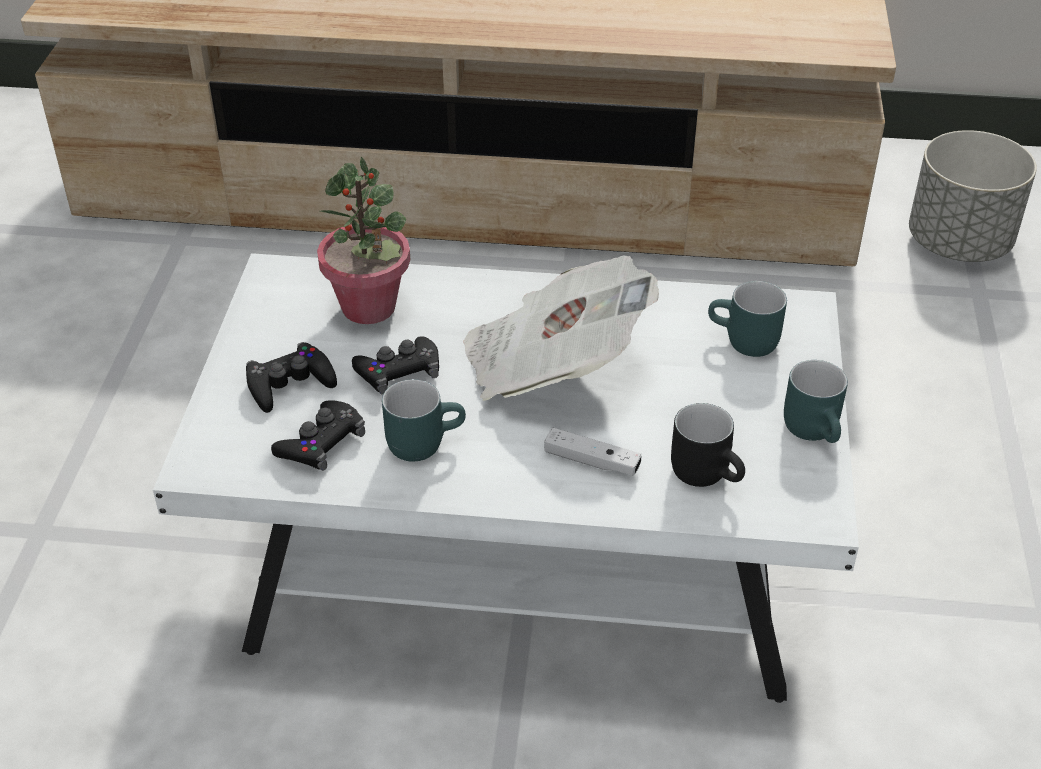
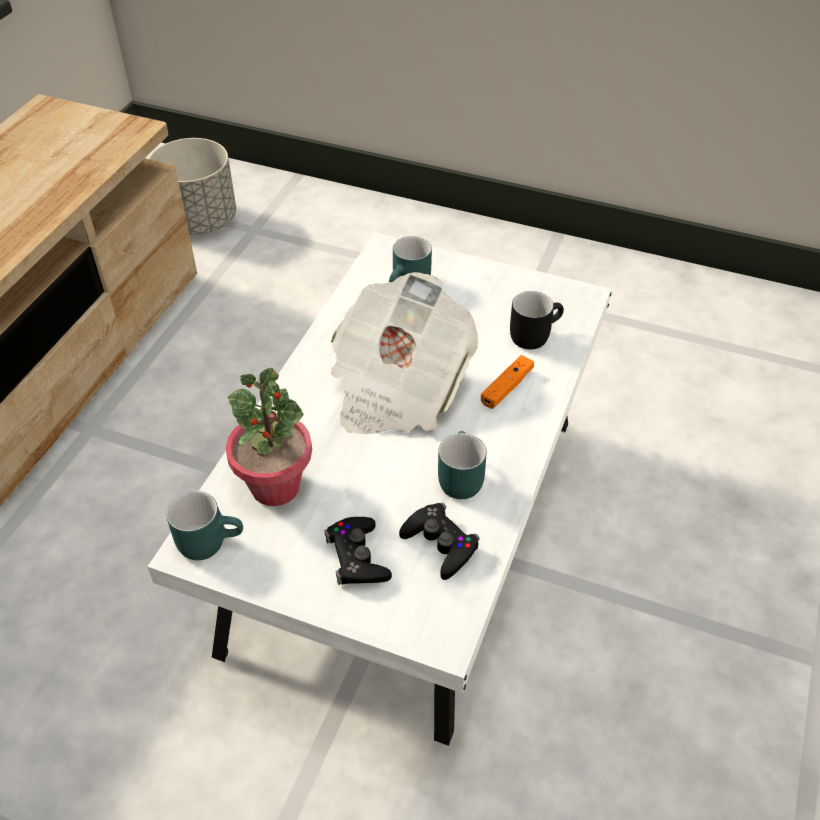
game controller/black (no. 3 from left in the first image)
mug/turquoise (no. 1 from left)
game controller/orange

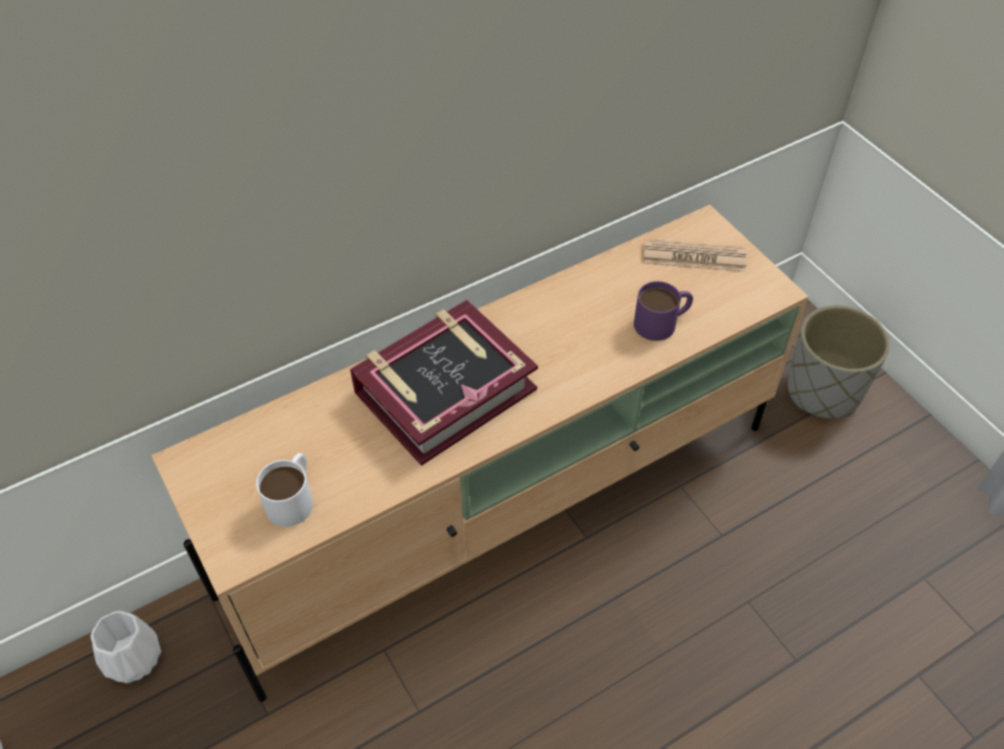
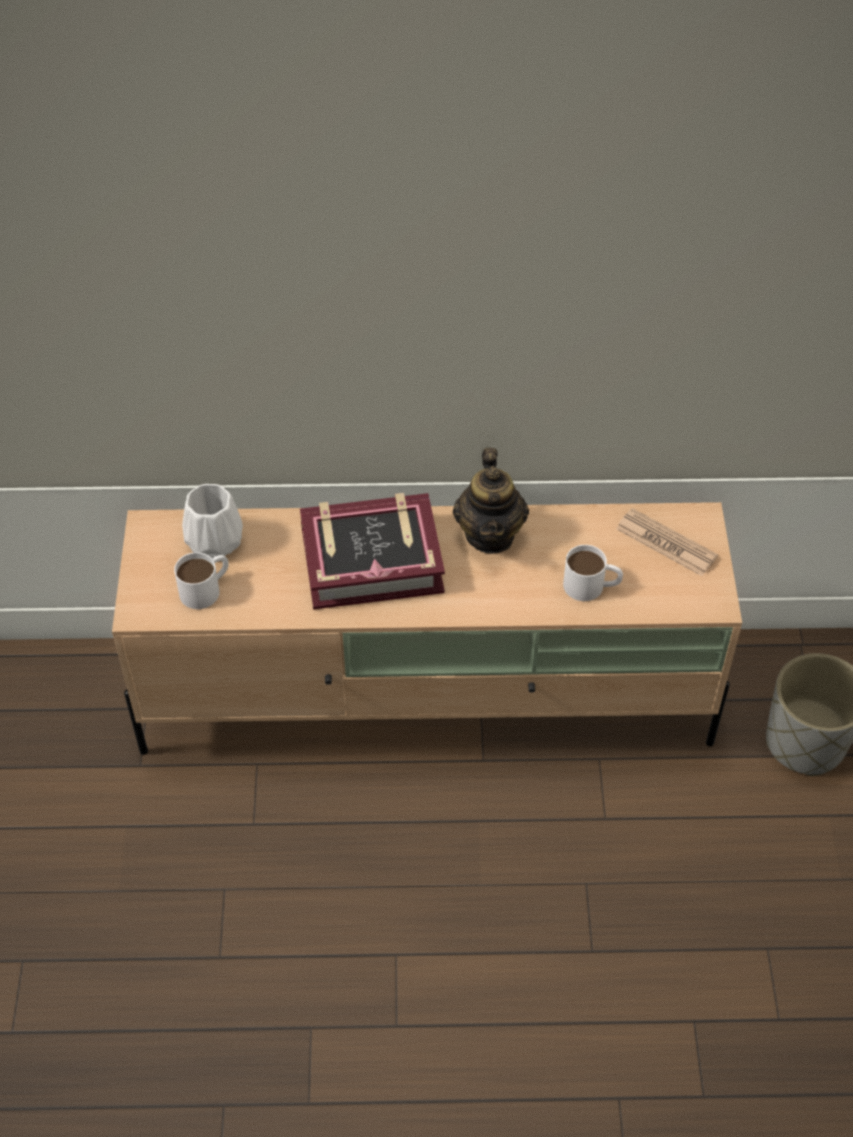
mug/white (no. 2 from left)
vase/white
teapot

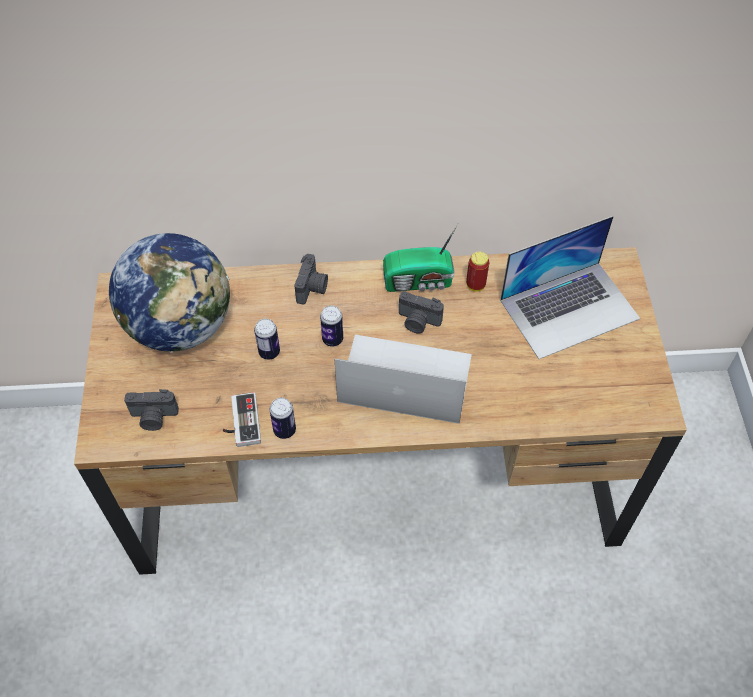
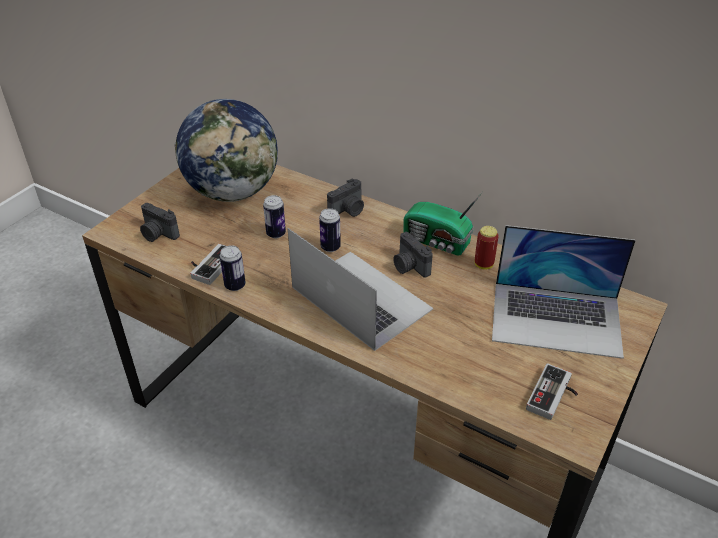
game controller (no. 2 from left)

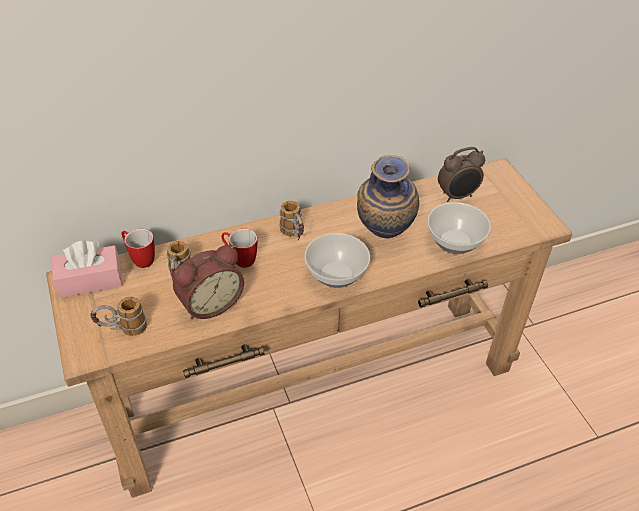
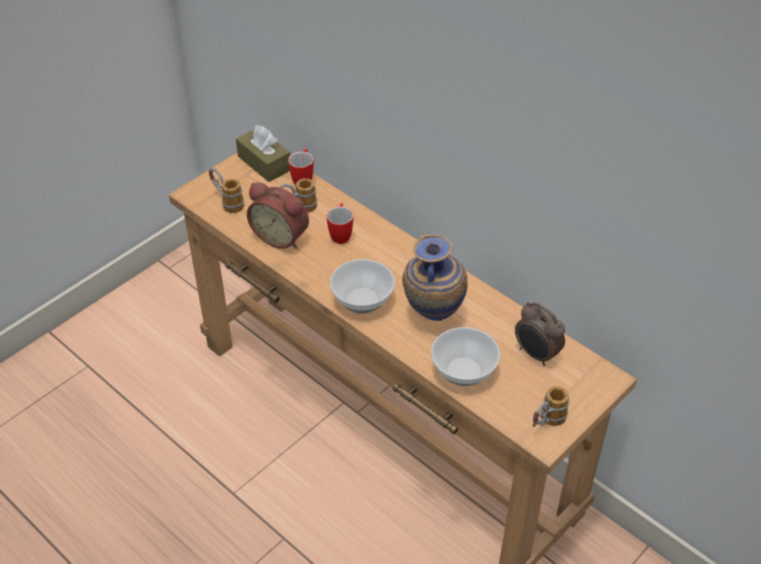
mug (no. 5 from left)
tissue box/brown

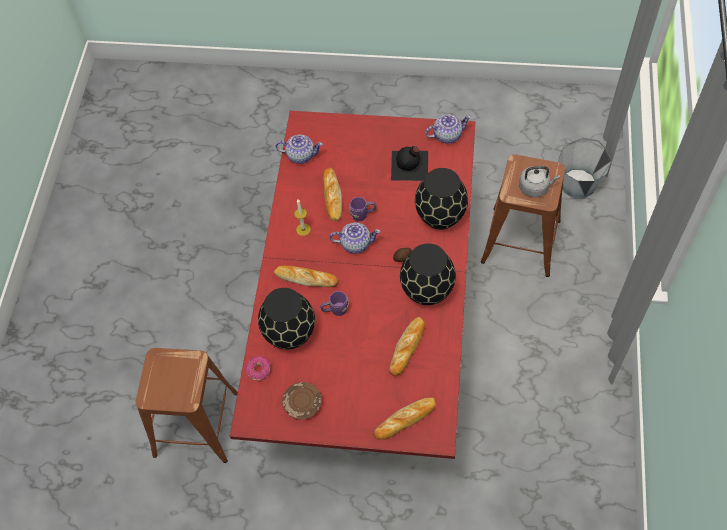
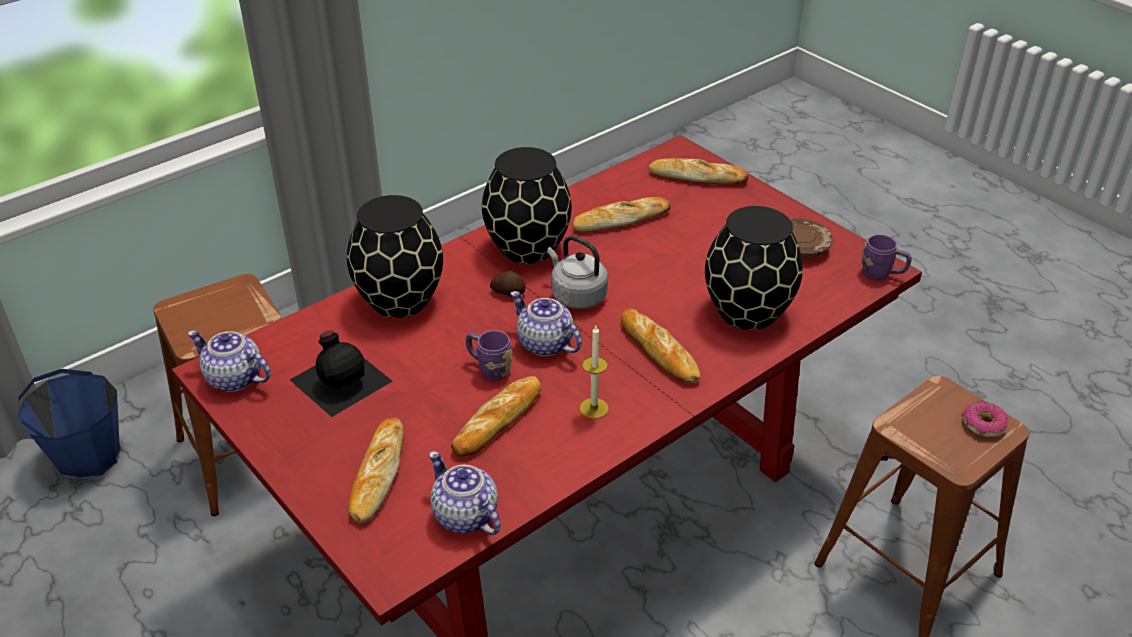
bucket/blue
kettle/grey
mug/purple (no. 2 from left)
donut
bread (no. 1 from left)

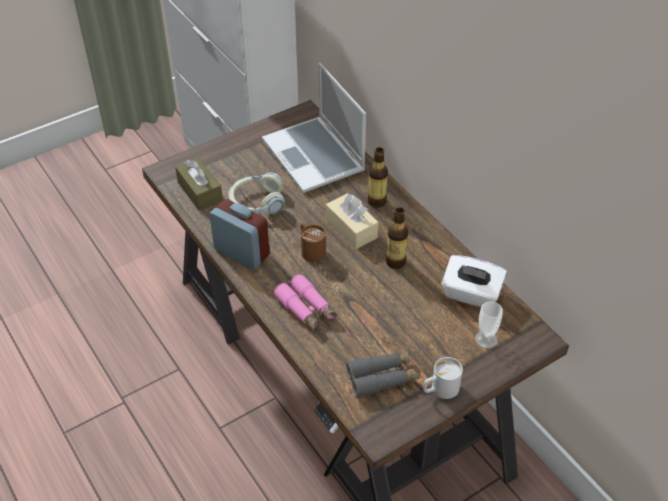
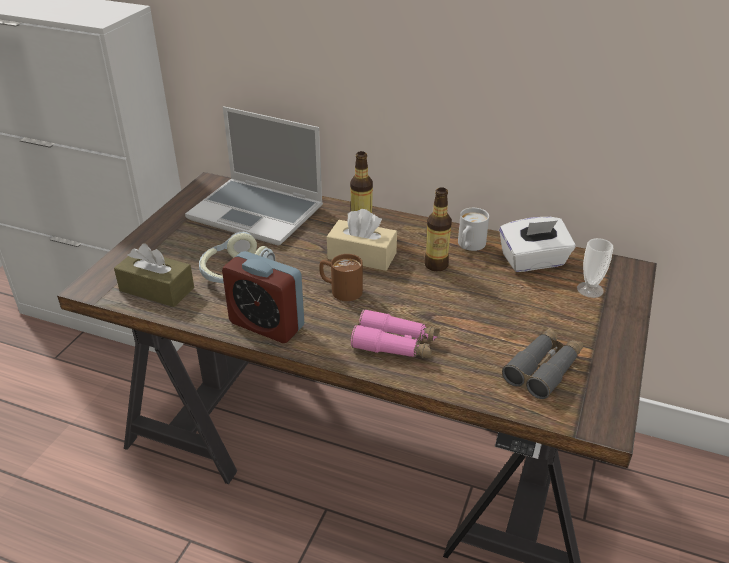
alarm clock
mug/white

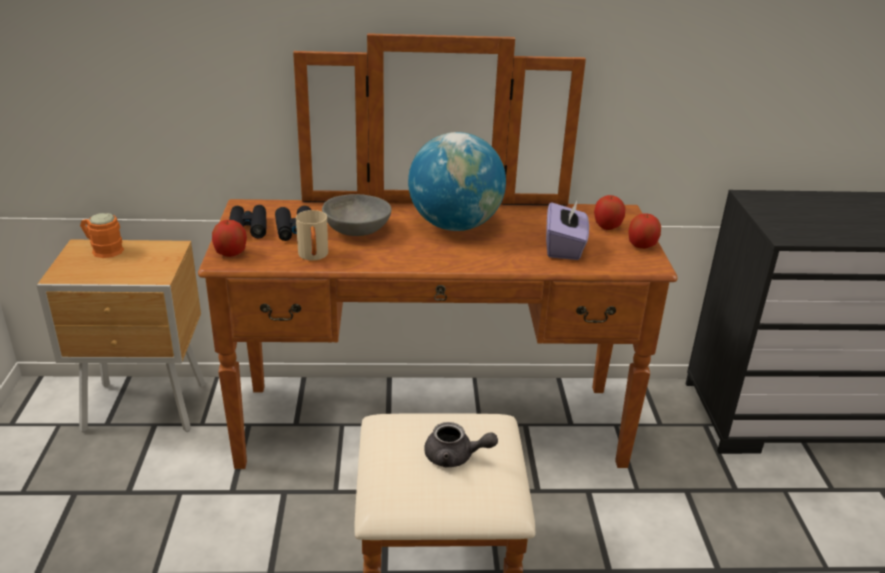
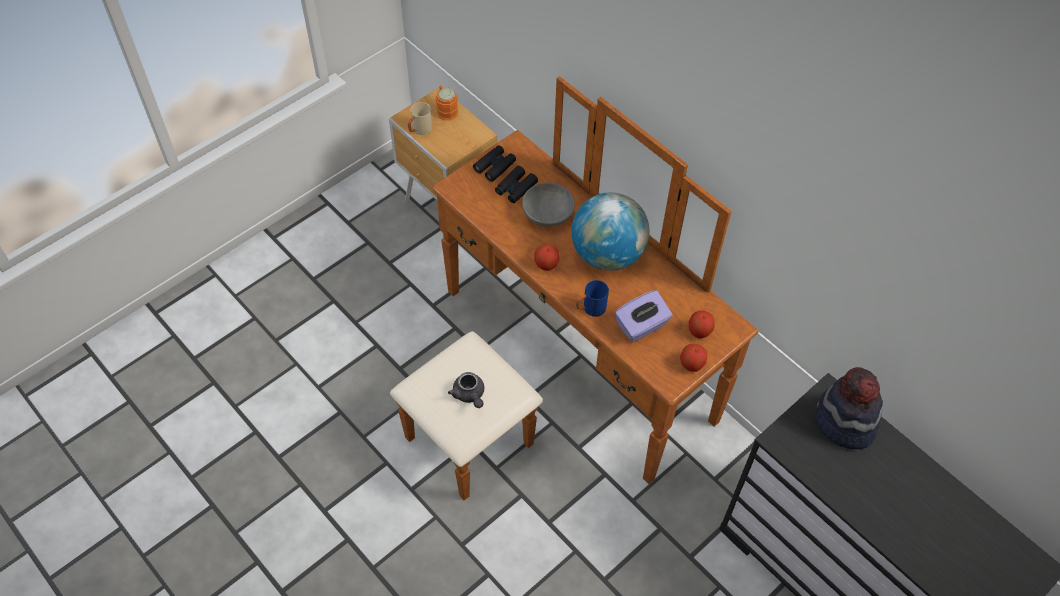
mug/beige
apple (no. 1 from left)
mug/blue
hat

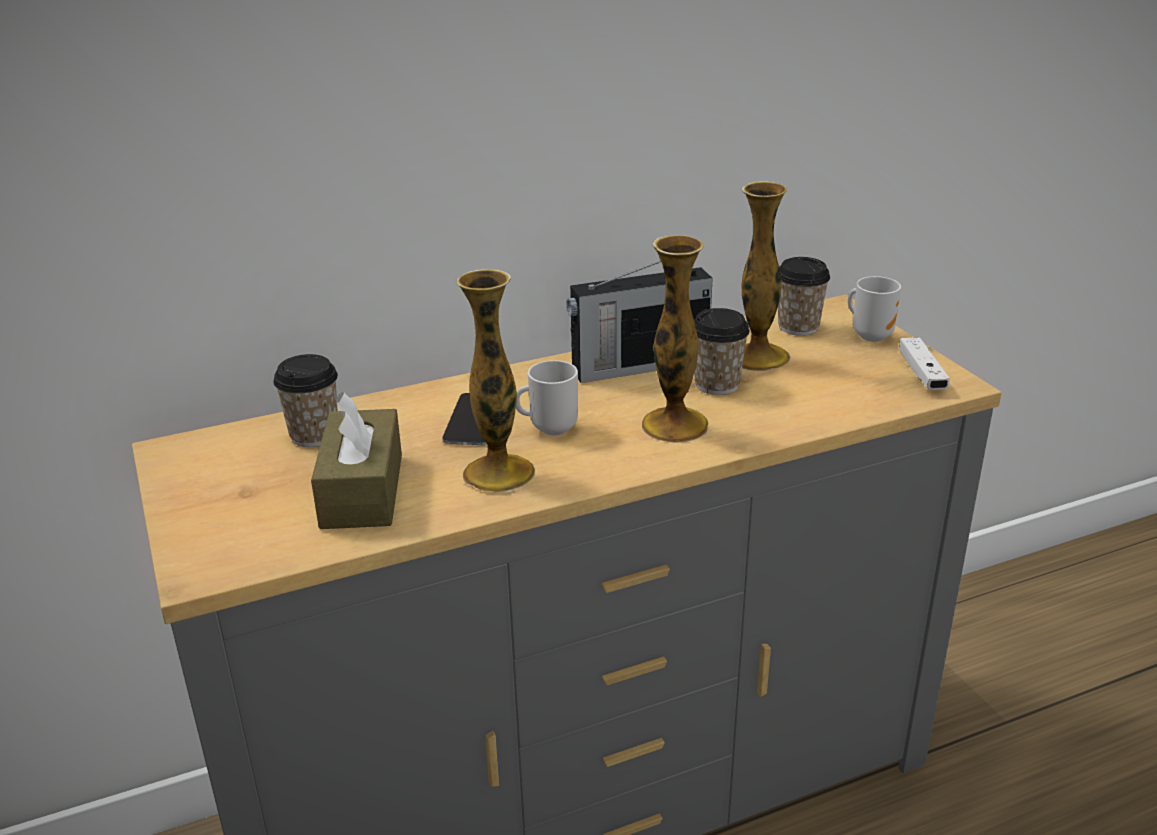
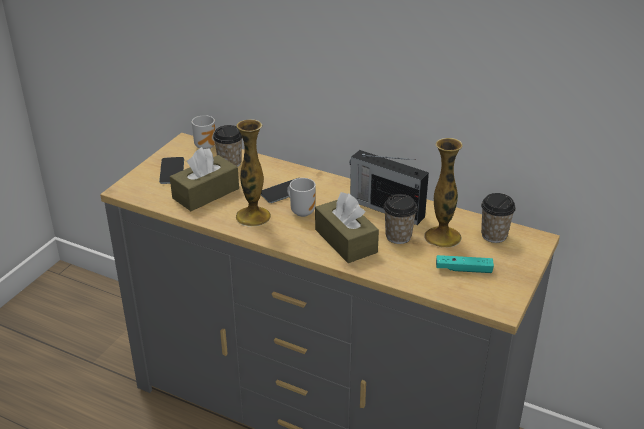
tissue box/brown (no. 2 from left)
mug (no. 1 from left)
game controller/white
phone (no. 1 from left)
game controller/turquoise

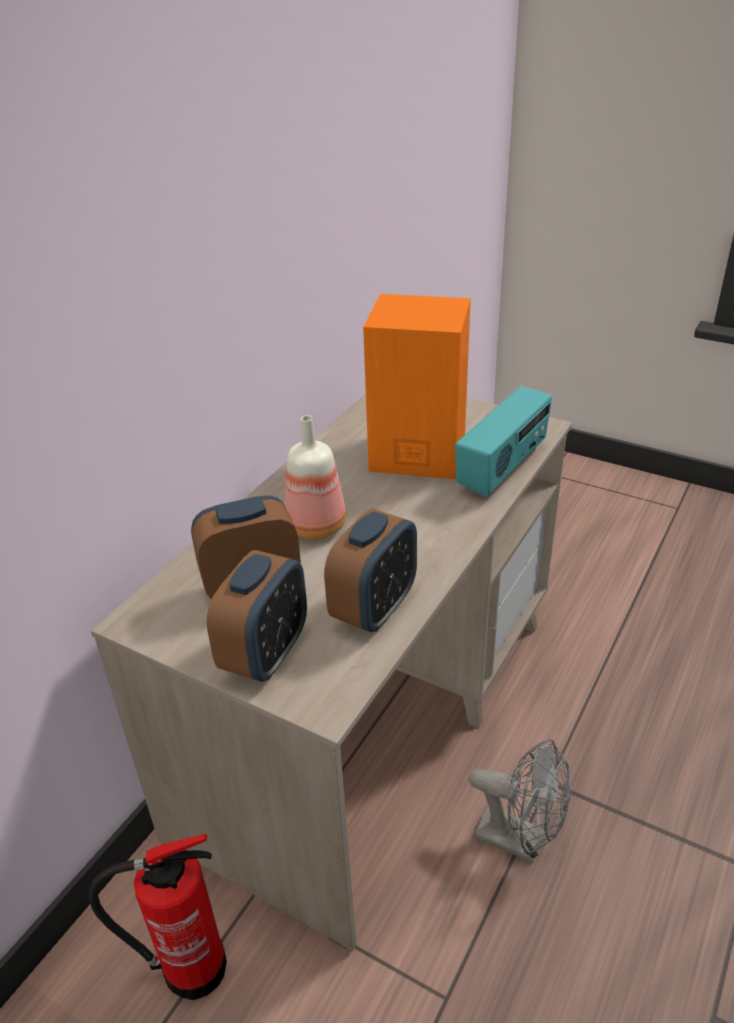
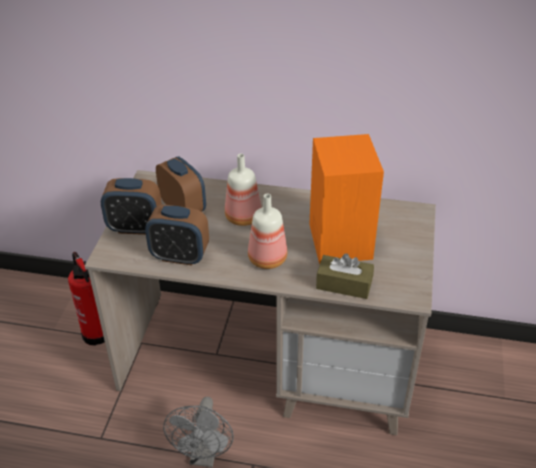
tissue box/brown
bottle (no. 2 from left)

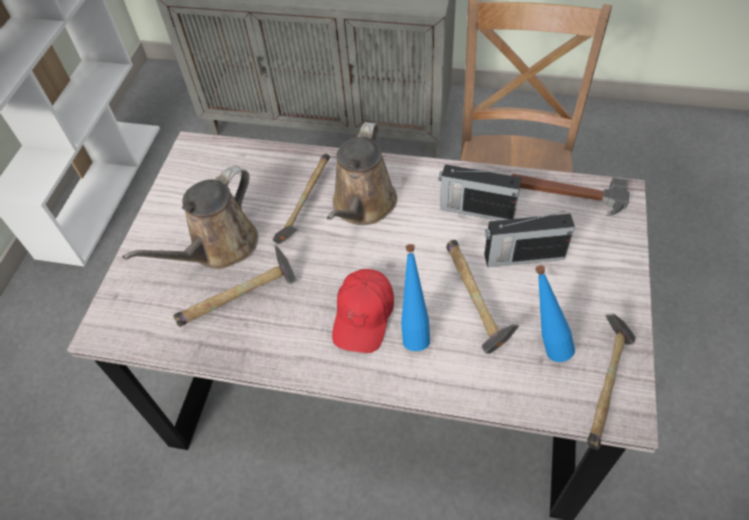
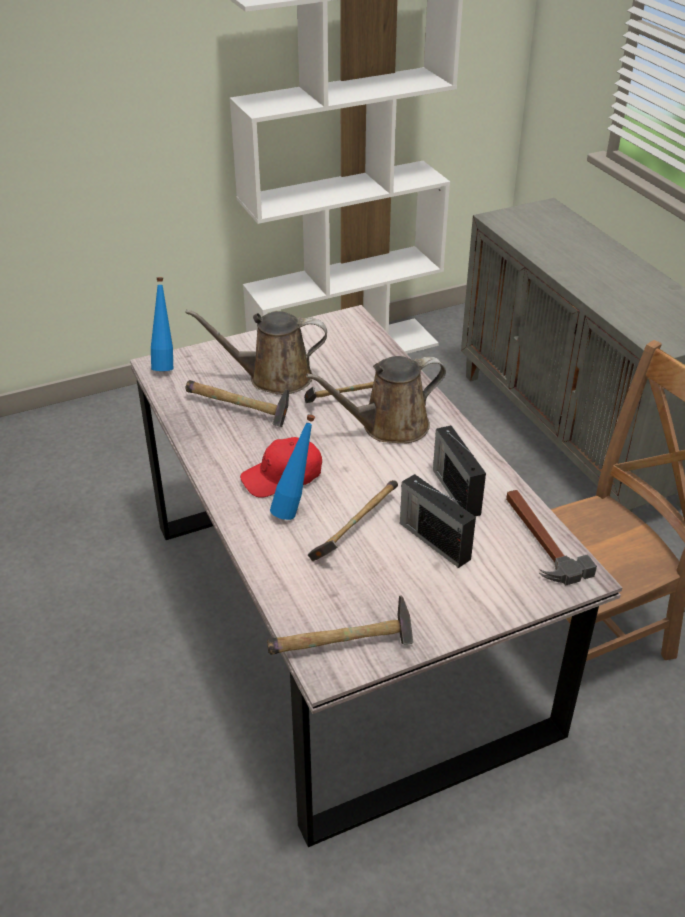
bottle/blue (no. 1 from left)

